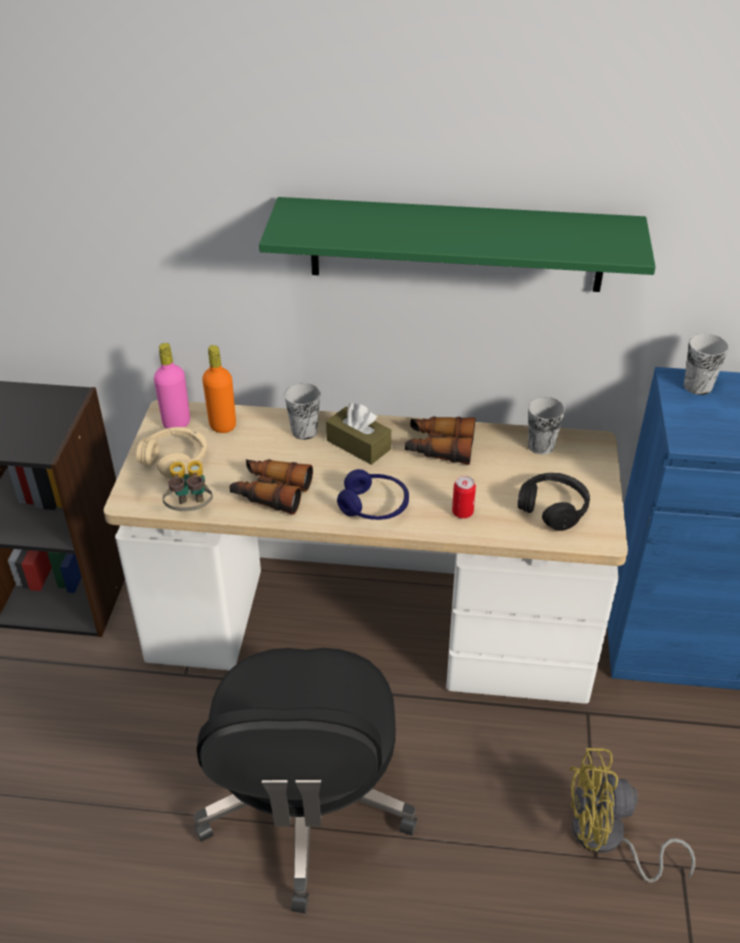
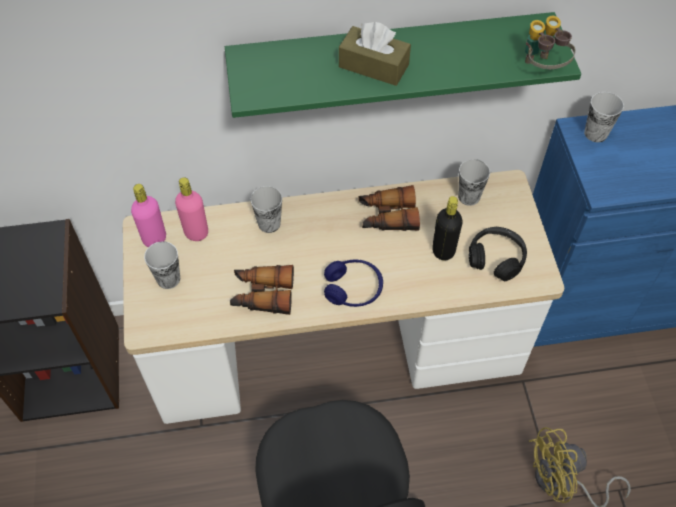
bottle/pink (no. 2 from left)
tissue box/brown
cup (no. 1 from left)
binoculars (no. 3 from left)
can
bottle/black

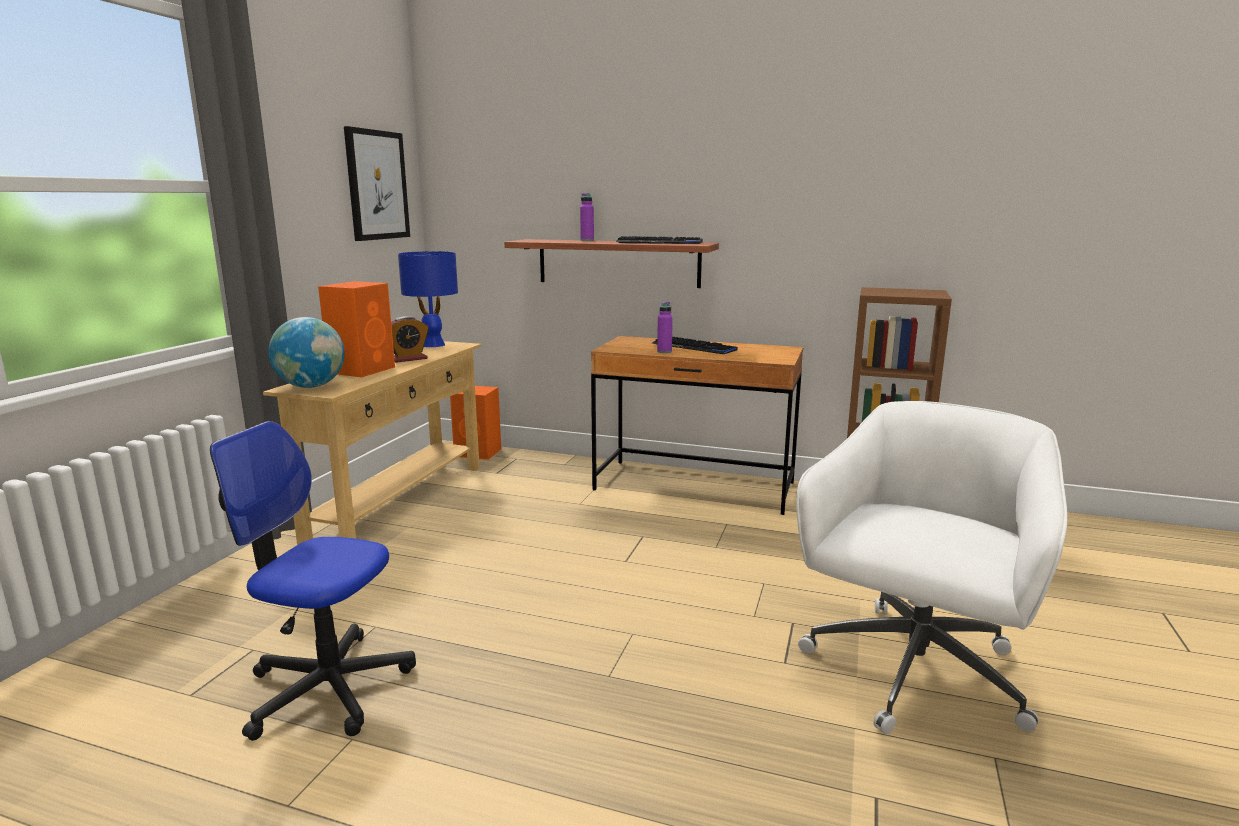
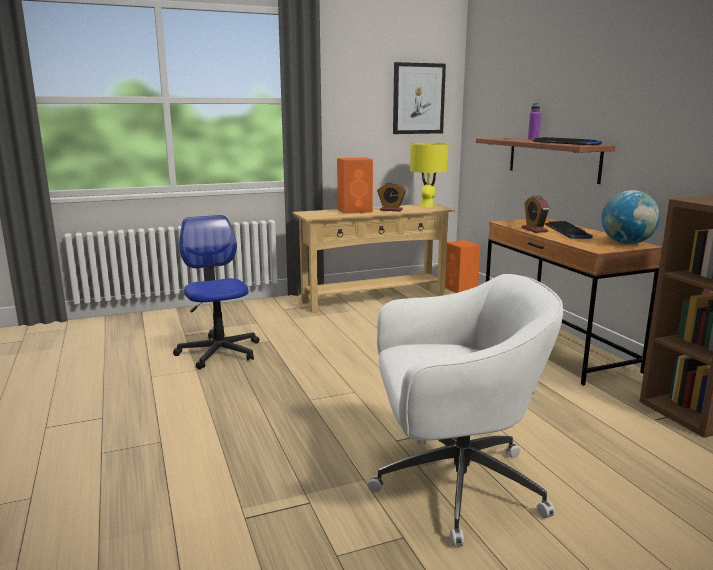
table lamp/yellow
alarm clock (no. 2 from left)
globe

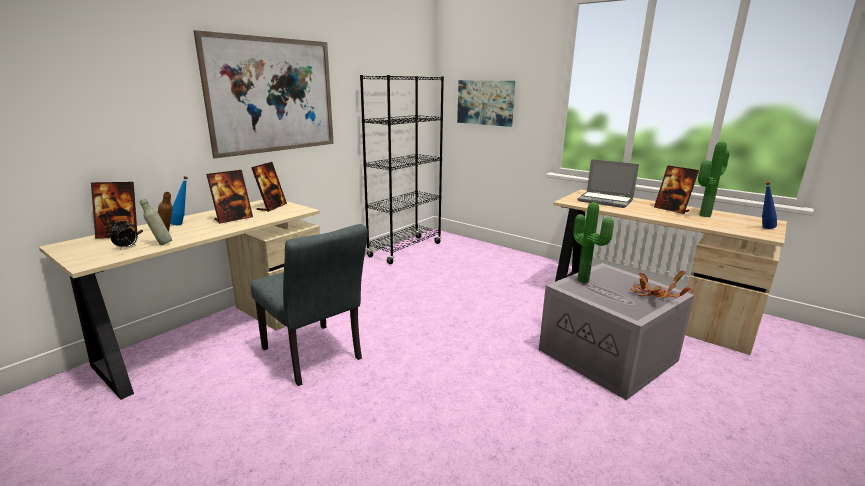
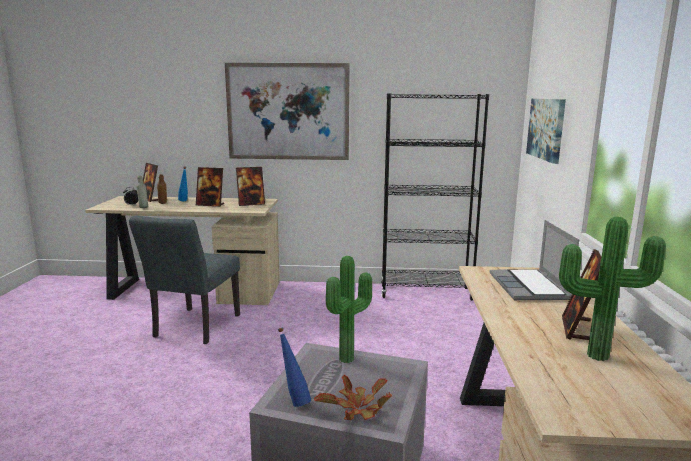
bottle/blue (no. 2 from left)

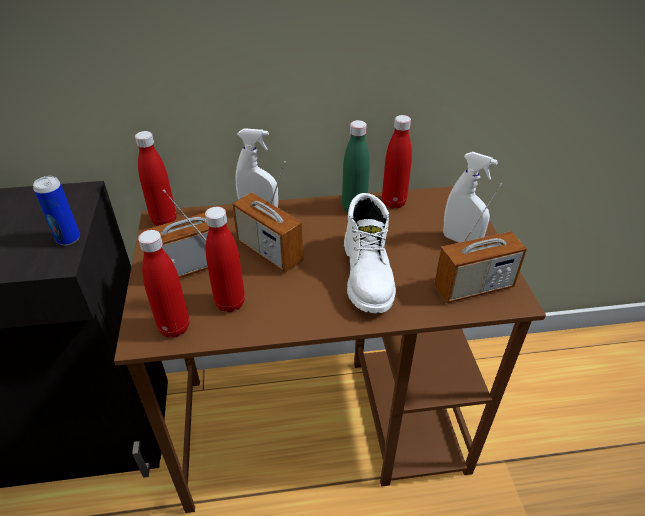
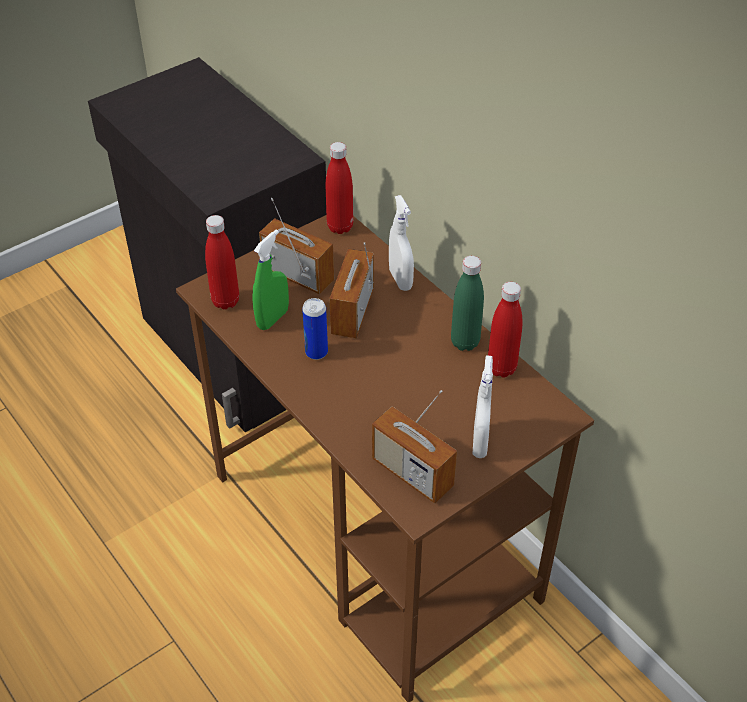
can
boot/white
spray bottle/green

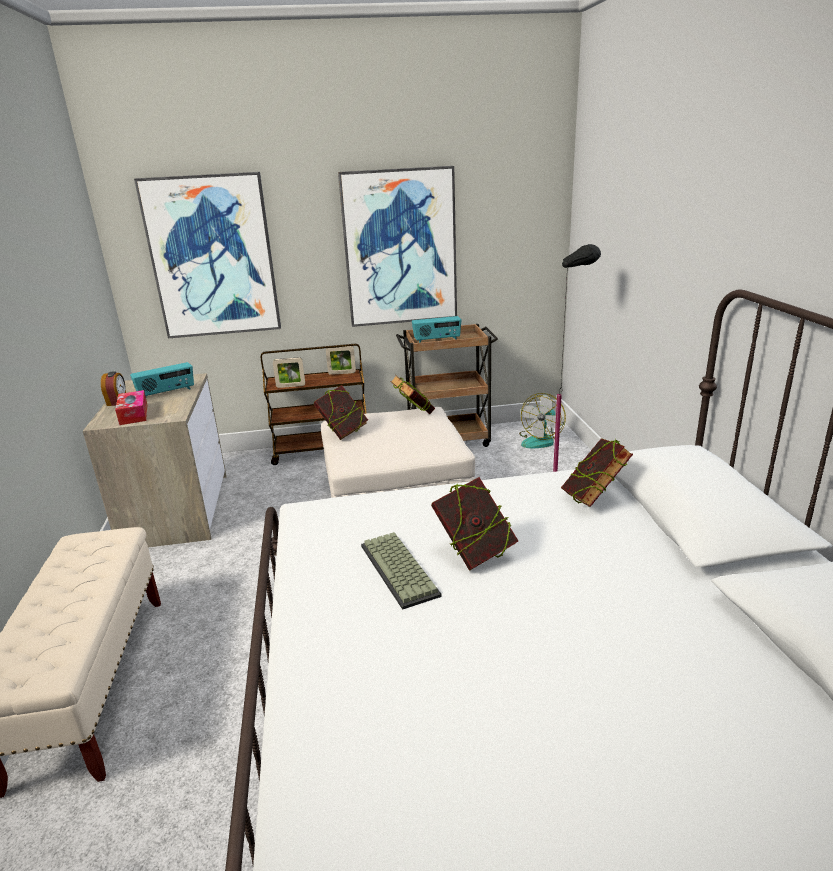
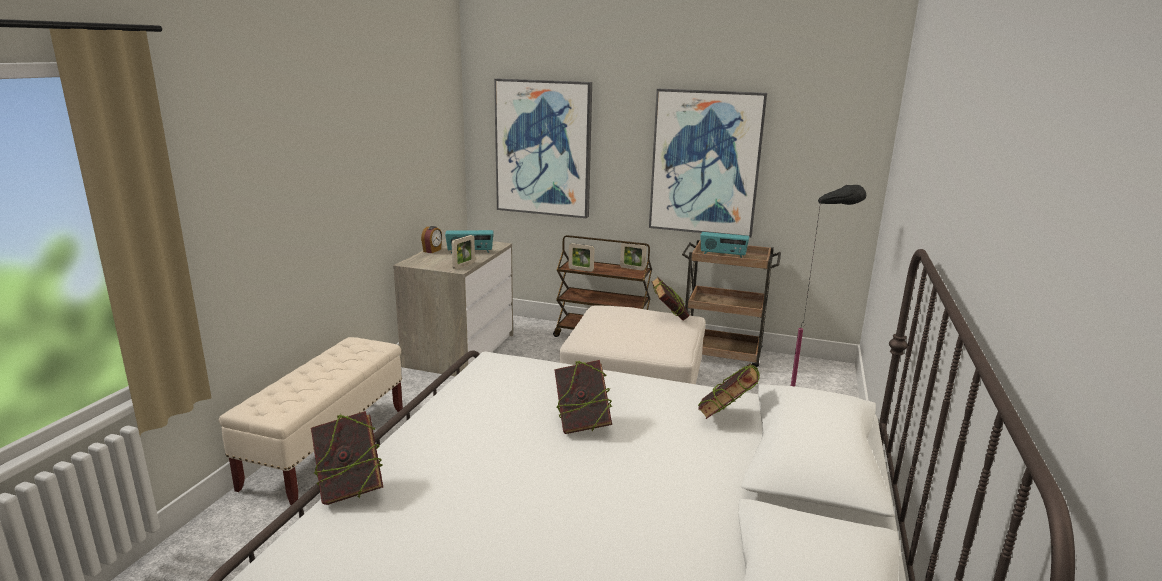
book (no. 1 from left)
tissue box
fan
keyboard
picture frame (no. 1 from left)

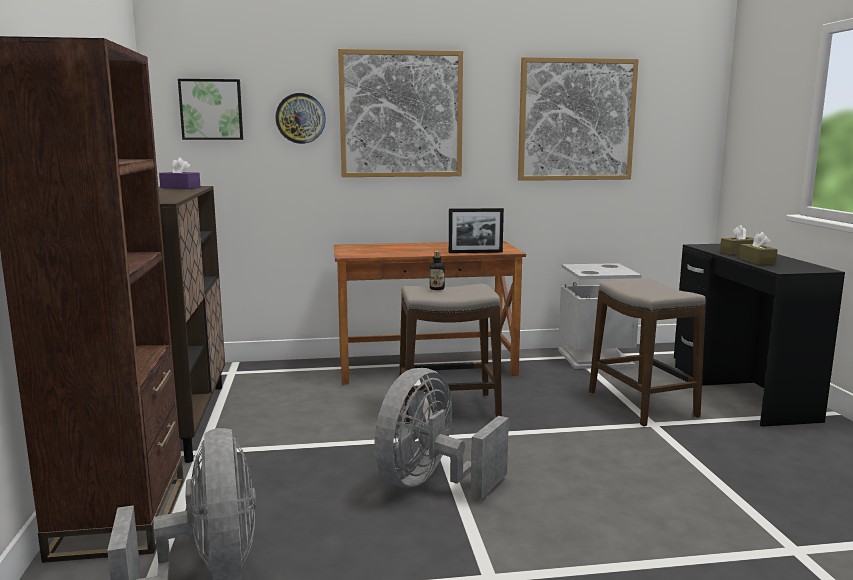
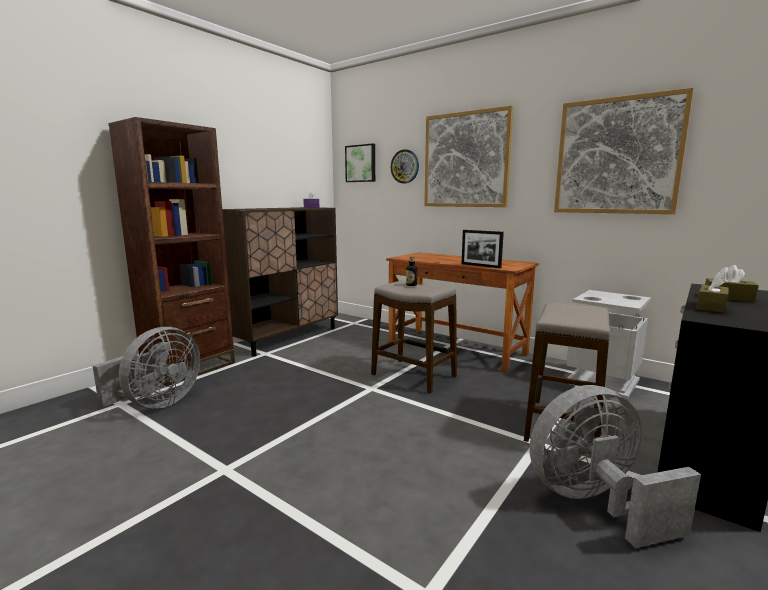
fan/grey (no. 2 from left)

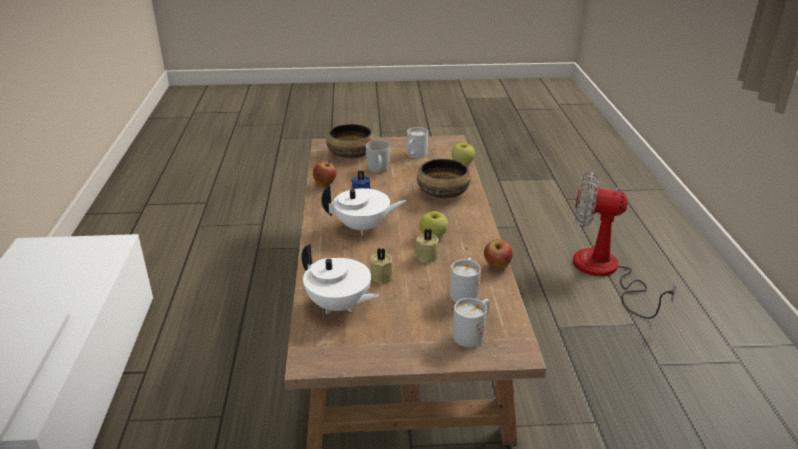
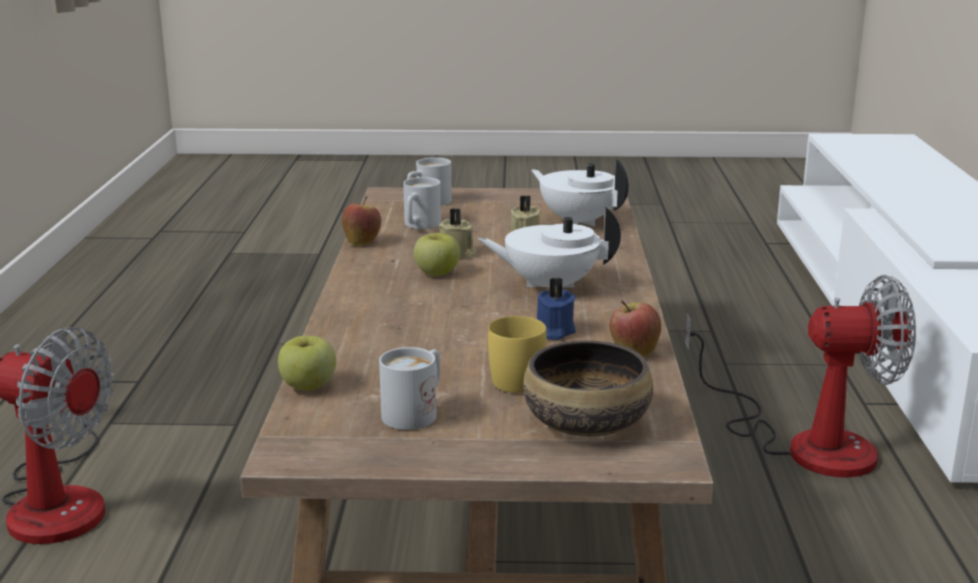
mug/yellow
bowl (no. 2 from left in the first image)
fan (no. 2 from left)

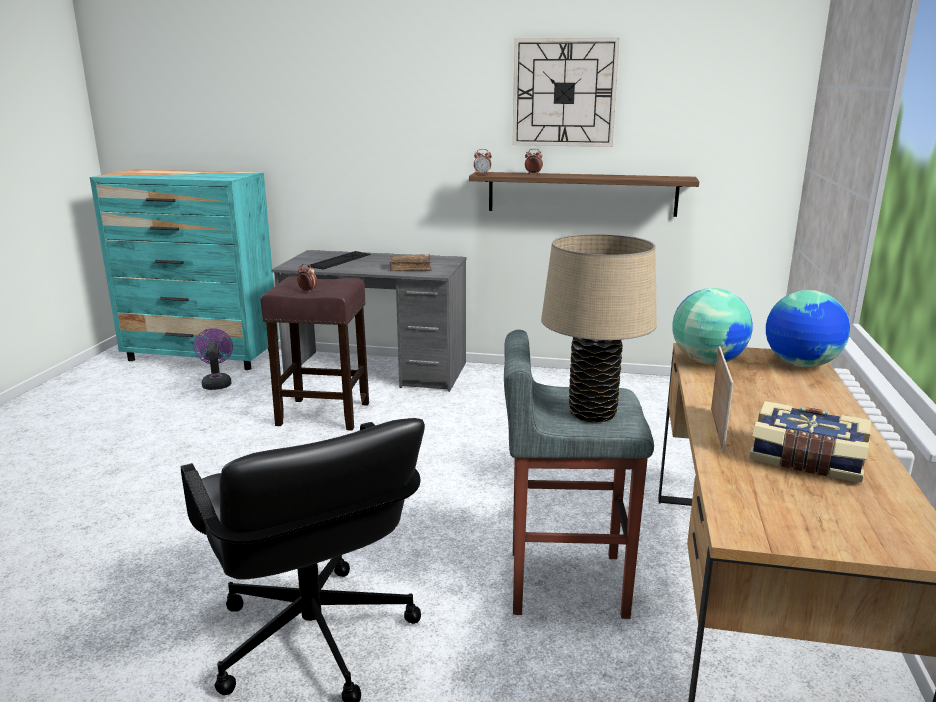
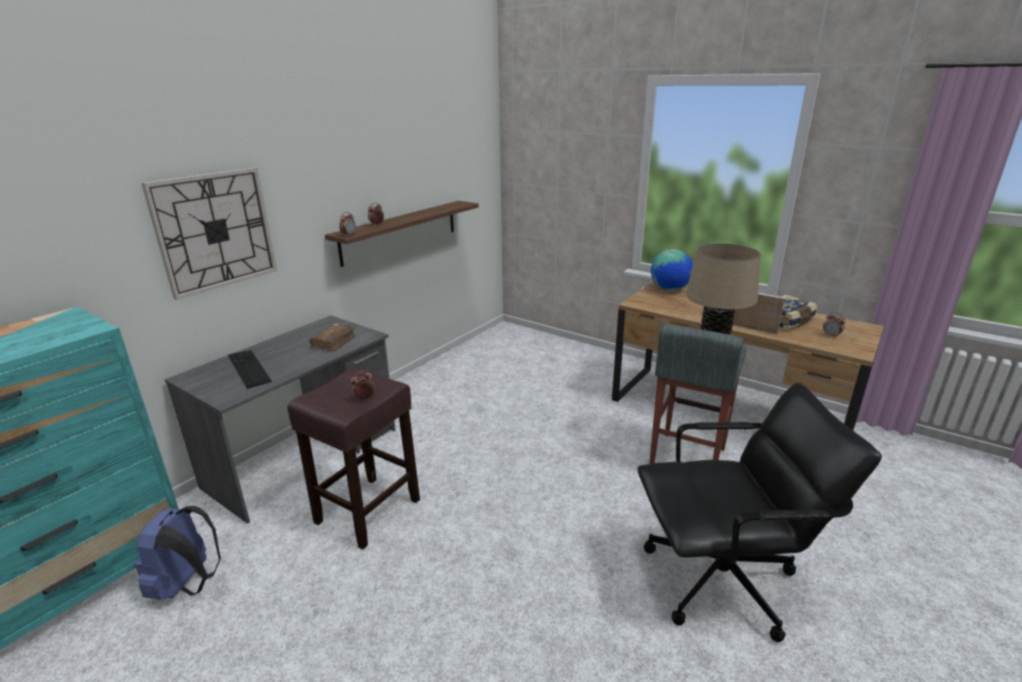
wall clock
globe (no. 1 from left in the first image)
backpack/blue
alarm clock (no. 4 from left)

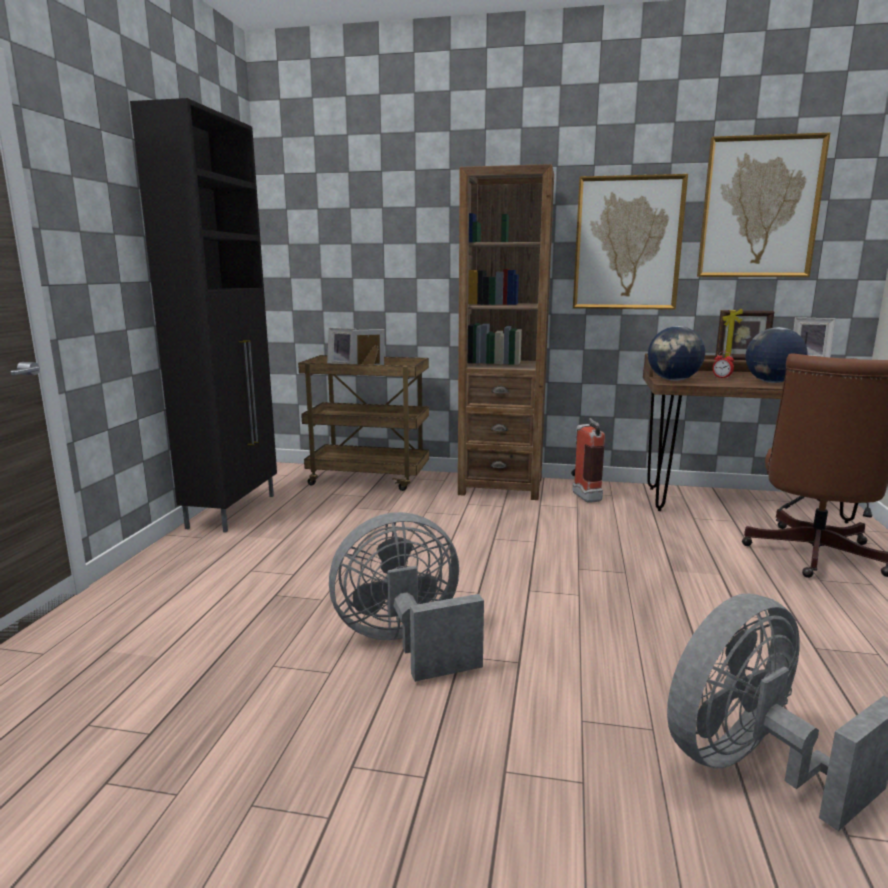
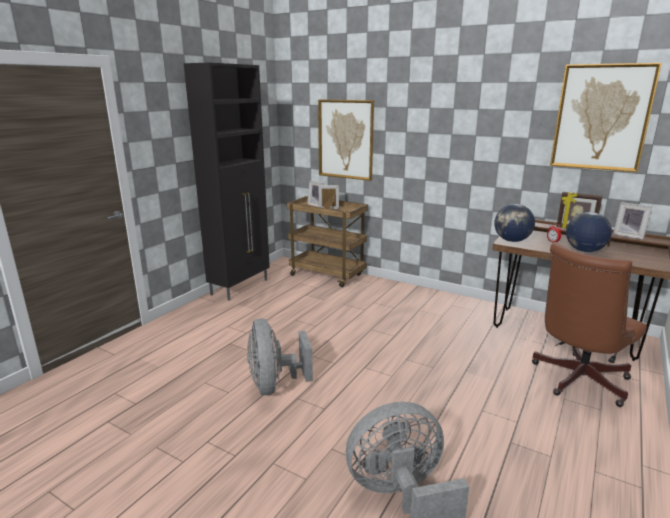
bookcase/brown
picture (no. 1 from left)
fire extinguisher
fan/grey (no. 1 from left)

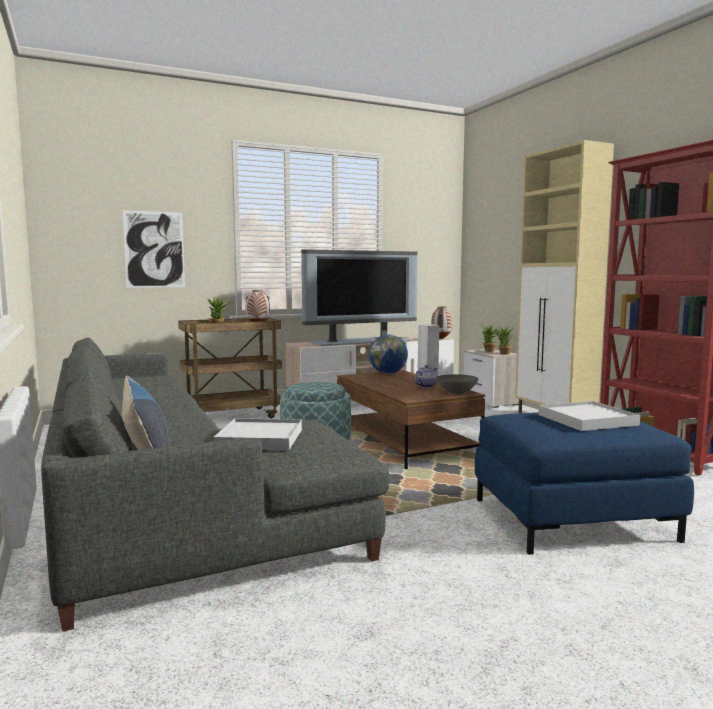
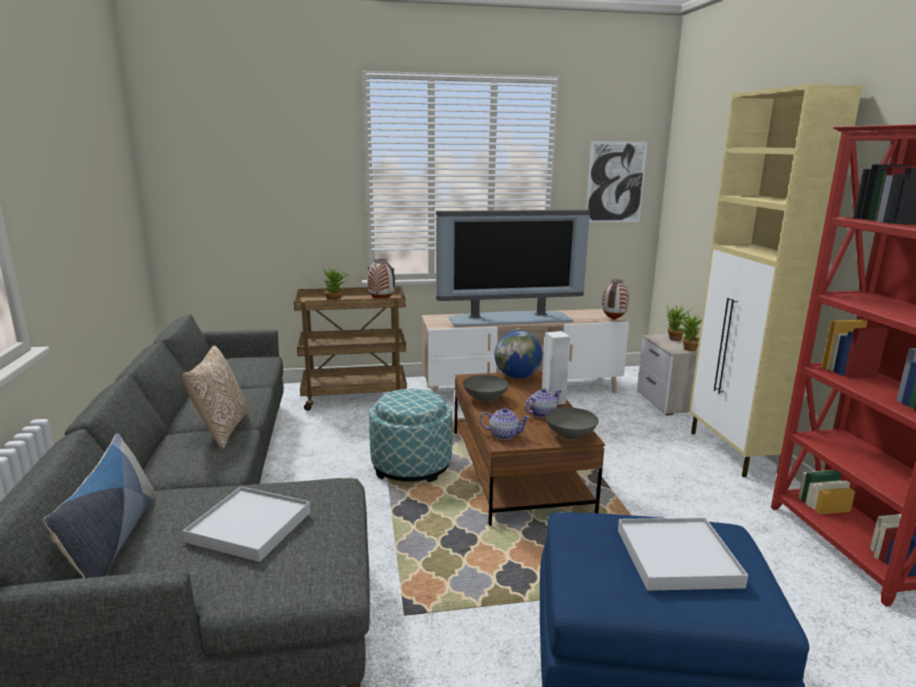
picture
pillow (no. 2 from left)
bowl/grey (no. 1 from left)
teapot (no. 1 from left)

